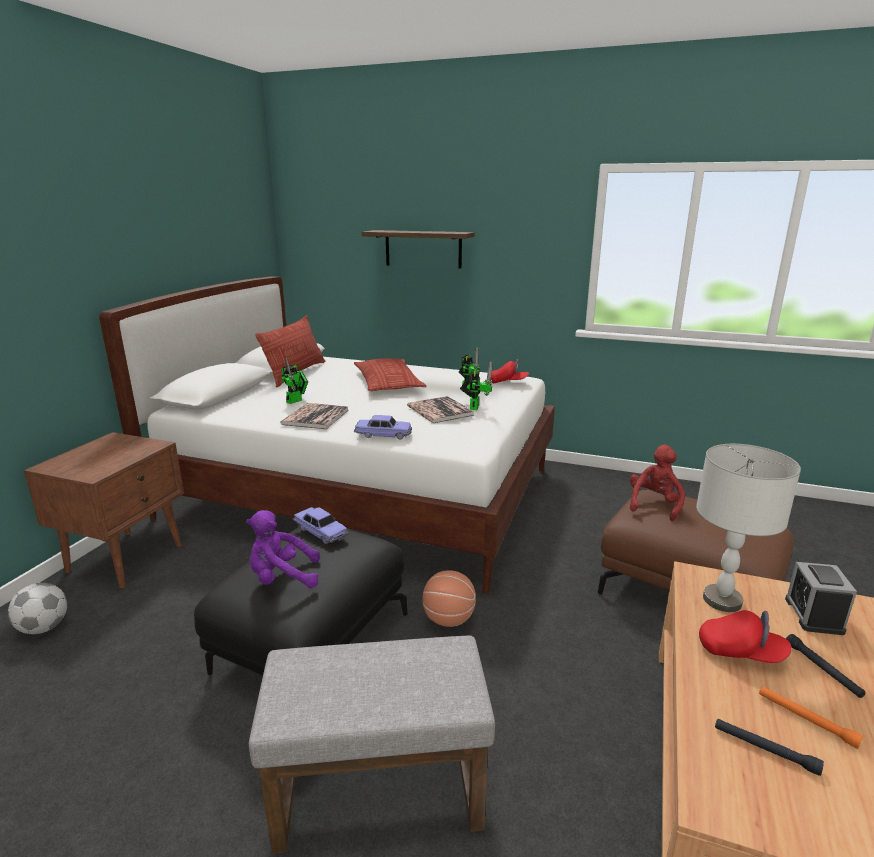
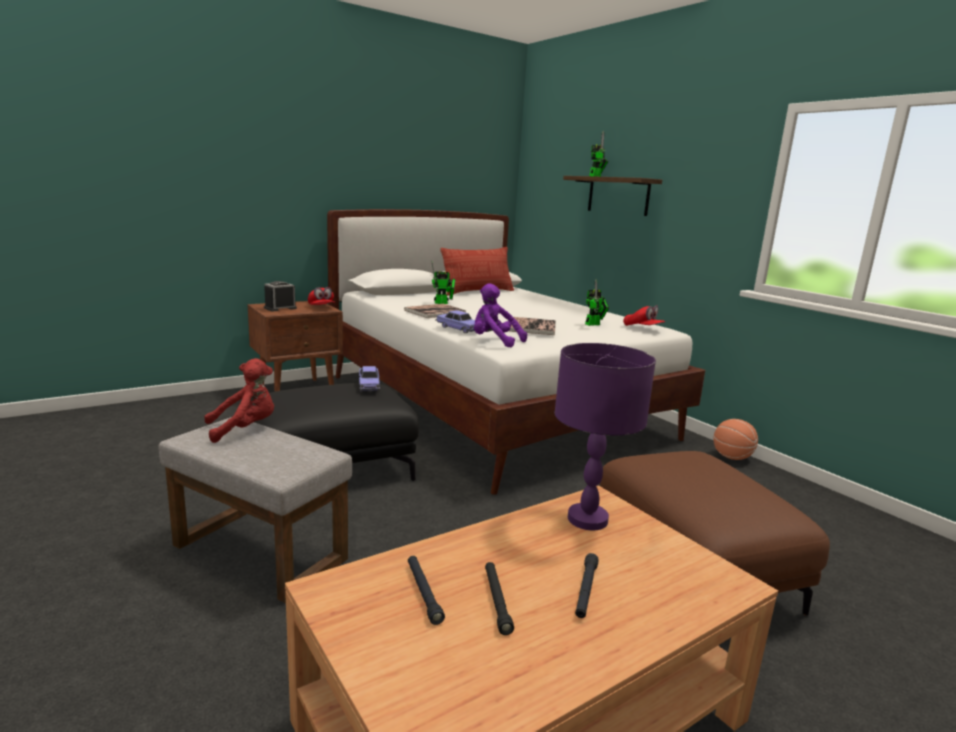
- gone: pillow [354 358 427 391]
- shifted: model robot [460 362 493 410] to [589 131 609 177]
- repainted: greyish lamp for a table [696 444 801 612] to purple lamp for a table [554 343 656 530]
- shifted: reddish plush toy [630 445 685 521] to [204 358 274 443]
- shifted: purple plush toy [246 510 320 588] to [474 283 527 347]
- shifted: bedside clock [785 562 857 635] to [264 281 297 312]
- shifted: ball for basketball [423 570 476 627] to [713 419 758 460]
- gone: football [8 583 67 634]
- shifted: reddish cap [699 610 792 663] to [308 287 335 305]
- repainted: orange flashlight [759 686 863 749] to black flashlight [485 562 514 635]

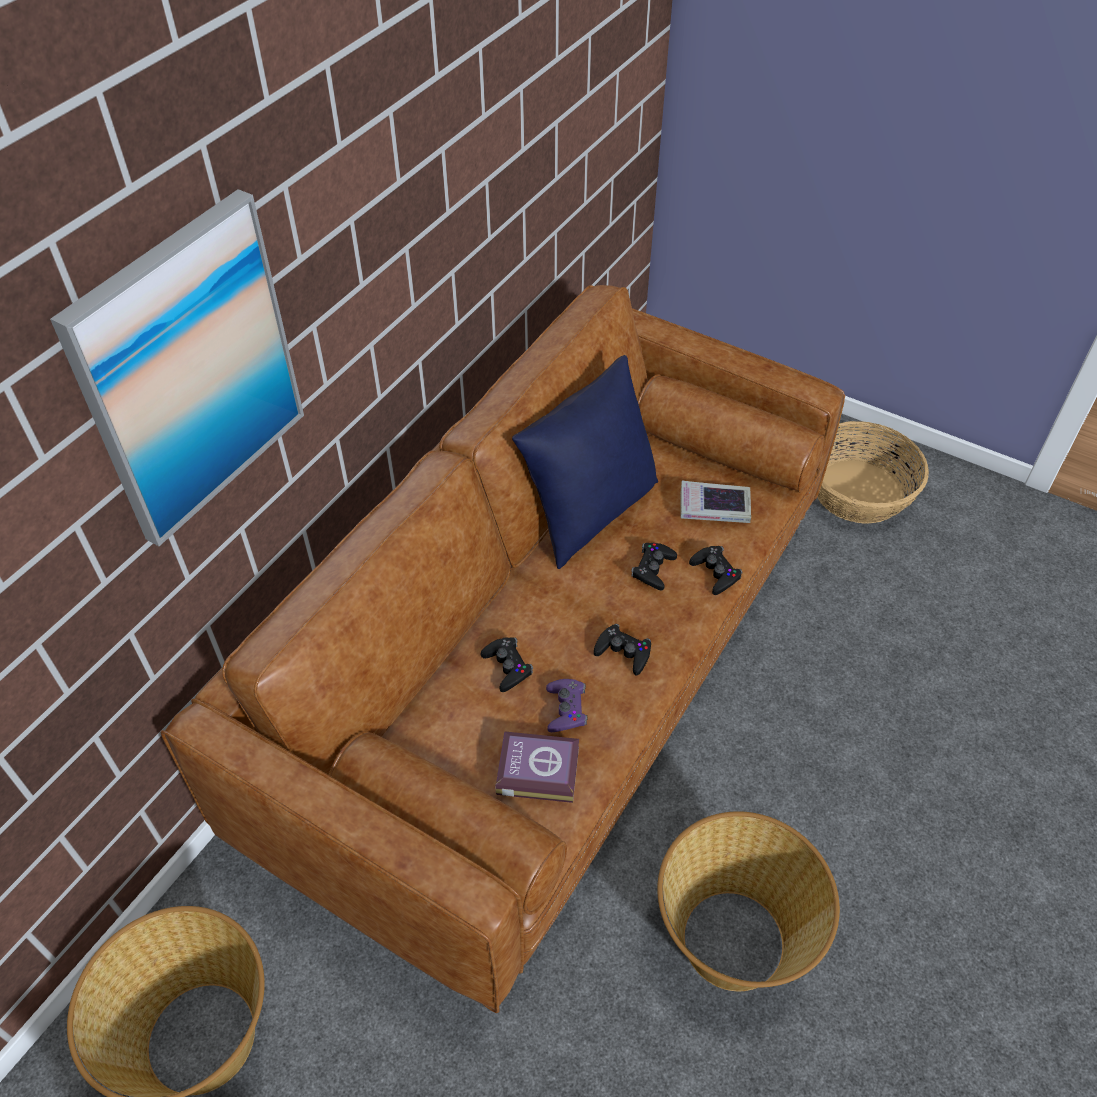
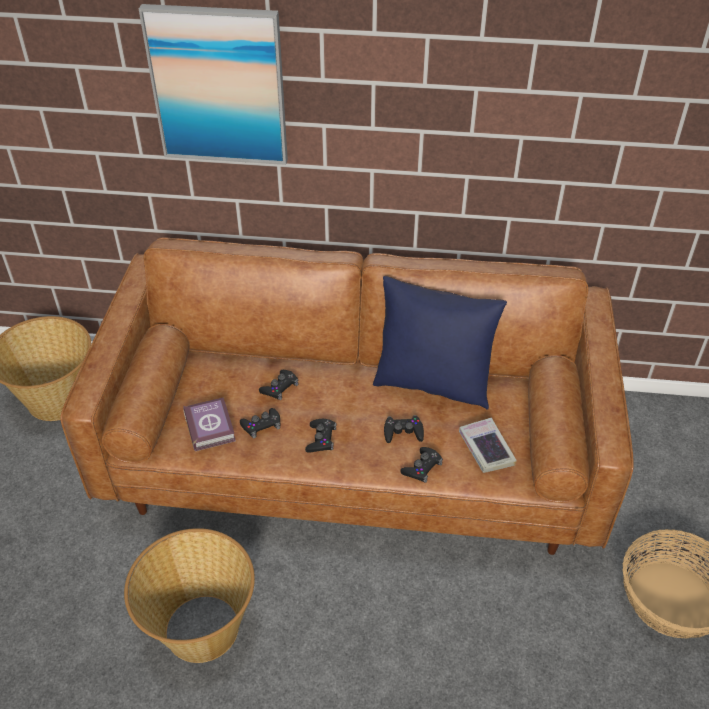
- repainted: purple joypad [546 679 587 732] to black joypad [240 408 280 438]

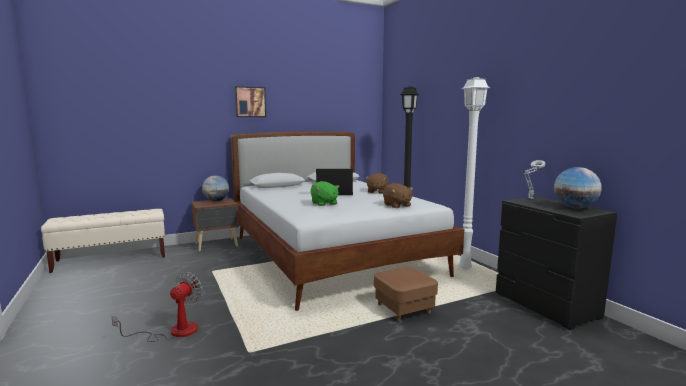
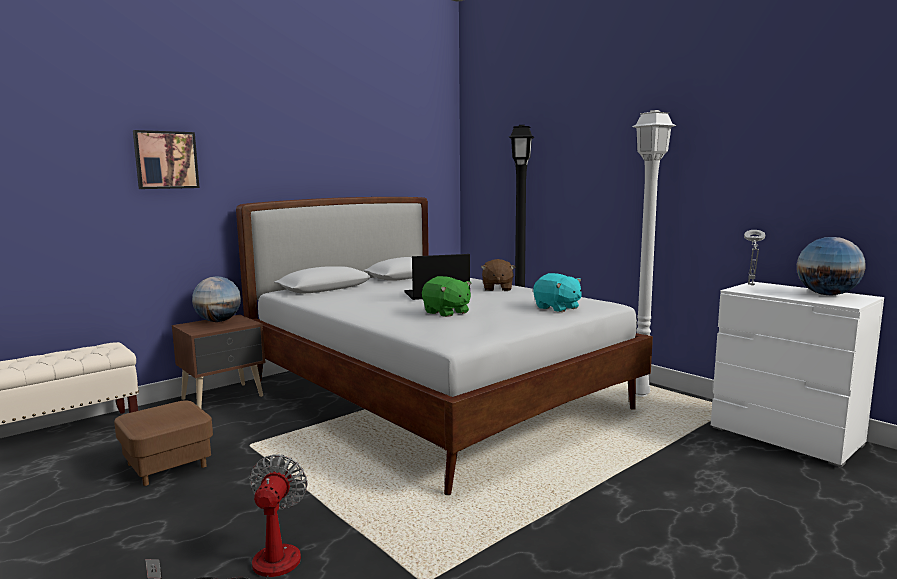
- shifted: picture [235 86 266 117] to [133 130 200 189]
- repainted: brownish plush toy [383 183 414 208] to turquoise-coloured plush toy [533 273 582 312]
- repainted: black chest of drawers [496 196 617 330] to white chest of drawers [711 282 884 467]
- shifted: brownish footrest [374 267 438 322] to [114 400 213 486]

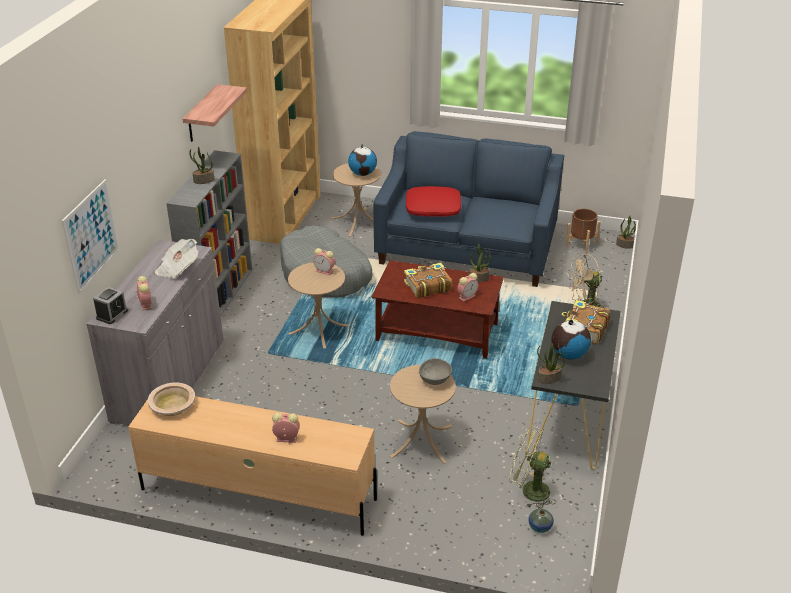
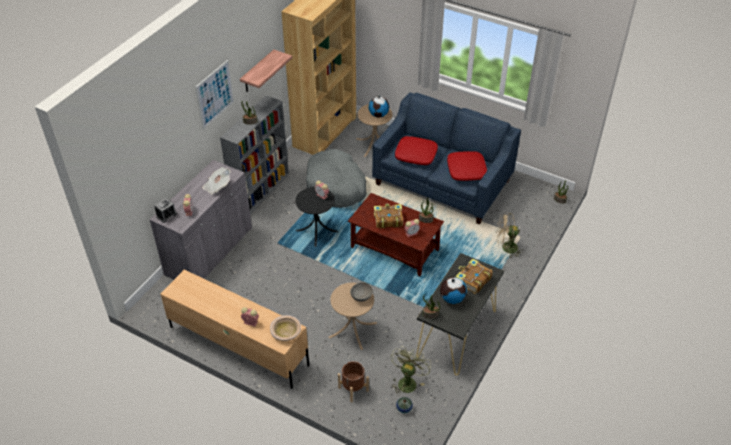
- shifted: picture [62 179 120 294] to [195 60 234 129]
- shifted: brownish plant pot [565 209 601 254] to [338 361 369 402]
- repainted: beige accent table [288 262 350 348] to black accent table [296 187 338 247]
- shifted: beige deep dish [148 383 195 416] to [270 315 301 341]
- rotated: greenish electric fan [509 426 556 509] = [391 347 431 396] 75 degrees clockwise
- new: reddish pillow [447 151 487 181]

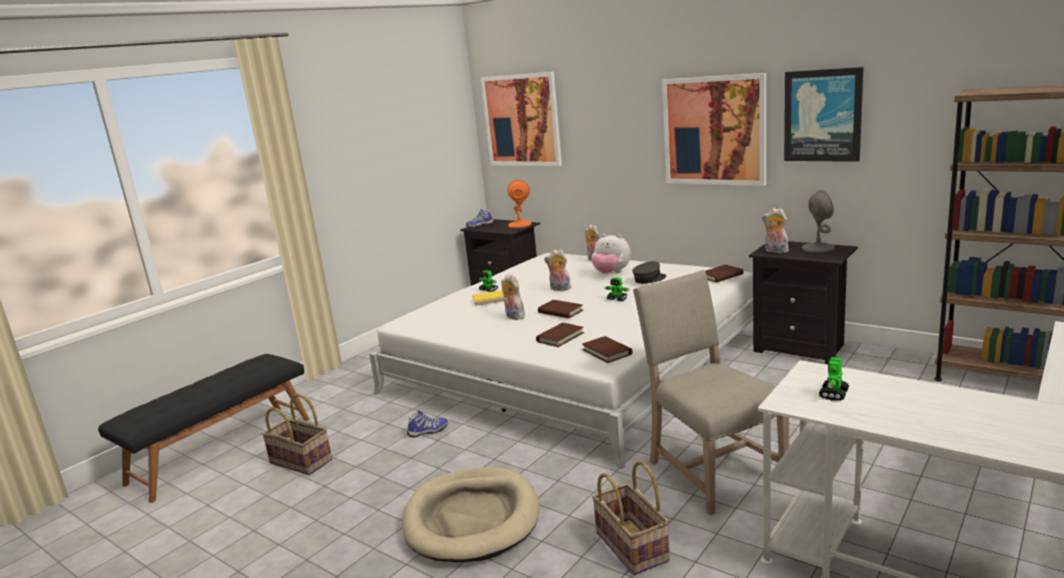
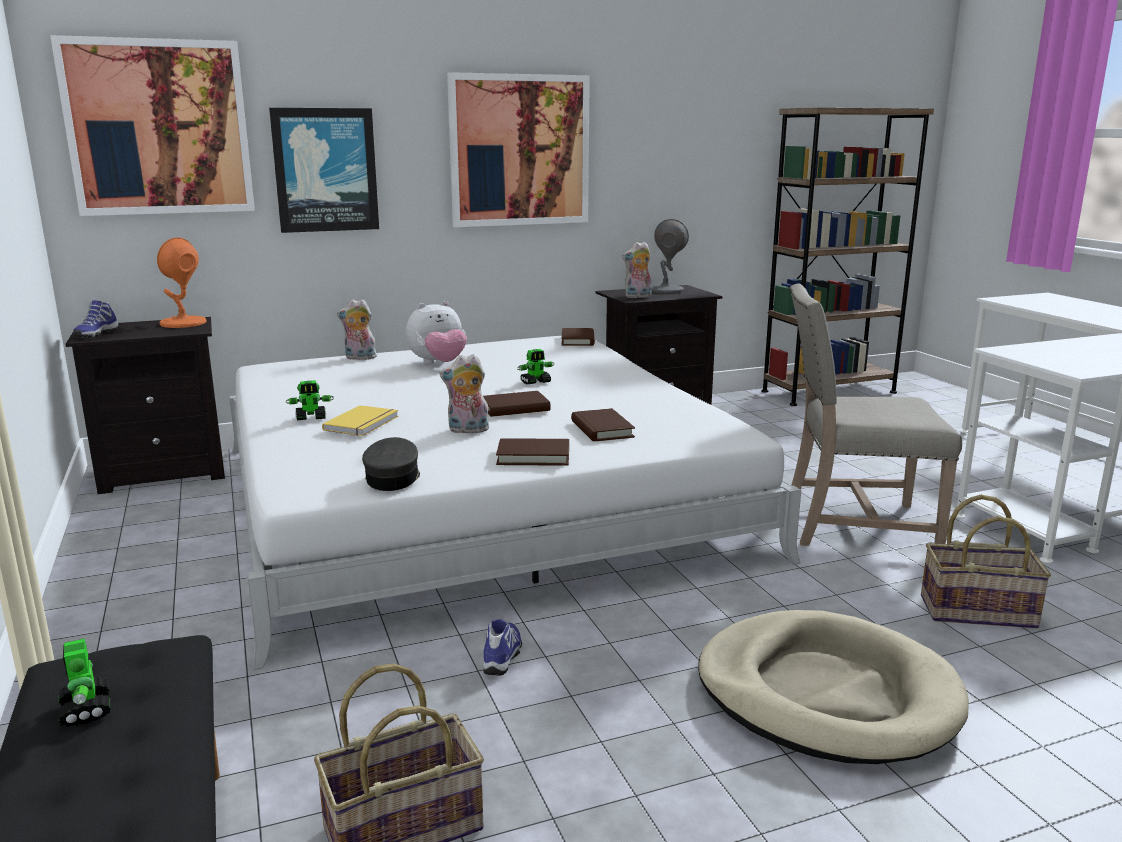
- shifted: picture [784 67 863 162] to [269 108 379 233]
- gone: plush toy [544 249 571 291]
- shifted: greyish cap [632 261 666 284] to [362 437 420 491]
- shifted: brownish volume [582 336 632 363] to [496 438 569 466]
- shifted: model robot [819 357 849 401] to [58 638 111 727]

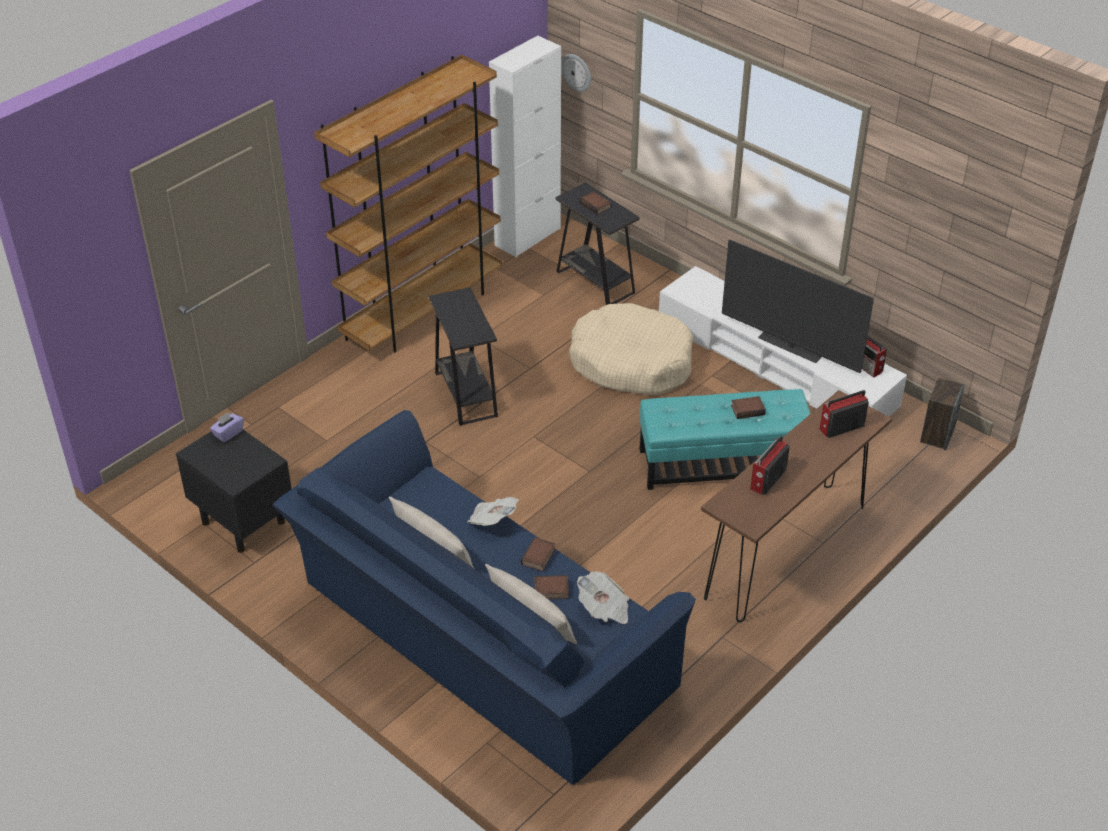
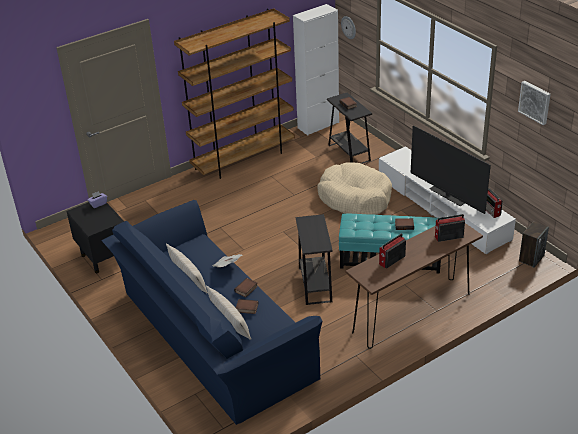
- shifted: black accent table [429 287 498 426] to [296 214 333 305]
- gone: printed paper [577 571 629 624]
- new: picture [518 81 551 125]

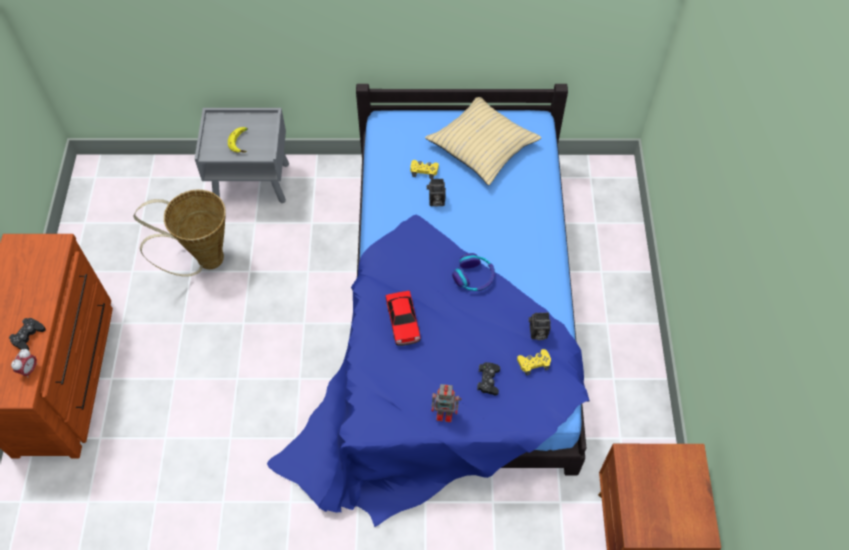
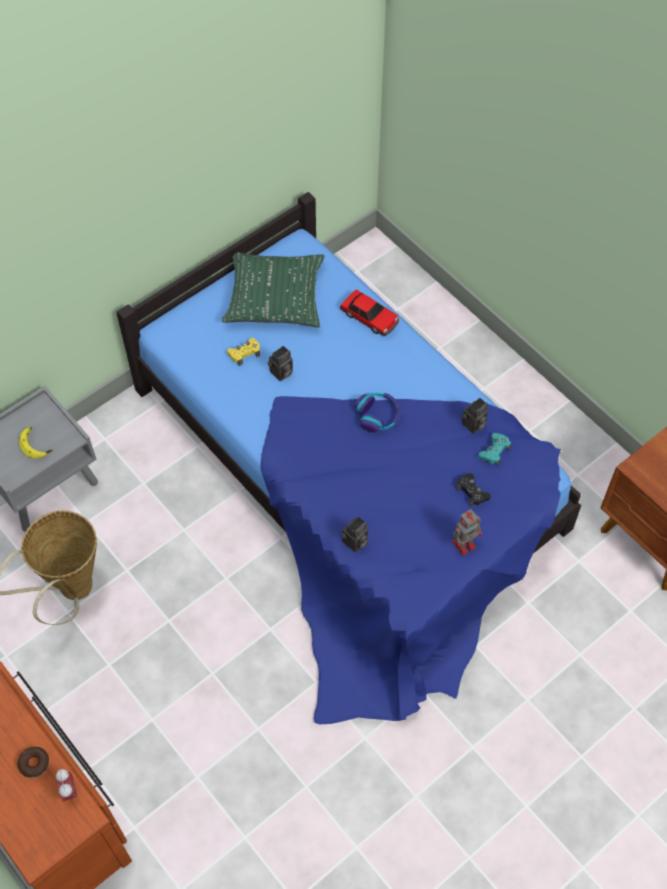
- repainted: beige pillow [425 97 542 185] to greenish pillow [222 252 325 327]
- shifted: toy car [386 291 420 346] to [340 289 399 336]
- swapped: black joypad [9 318 46 350] to donut [17 747 49 778]
- repainted: yellowish joypad [517 349 551 376] to turquoise-coloured joypad [478 433 511 466]
- new: still camera [341 517 368 552]

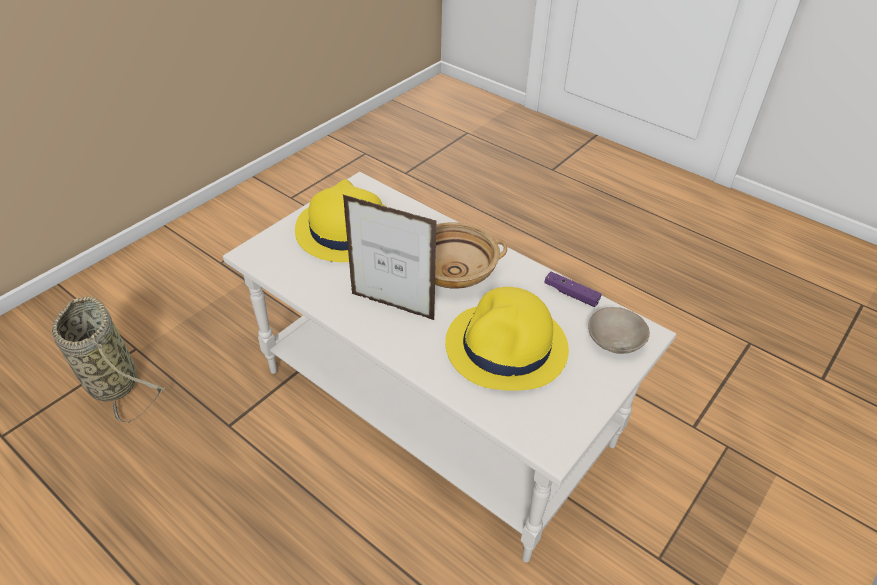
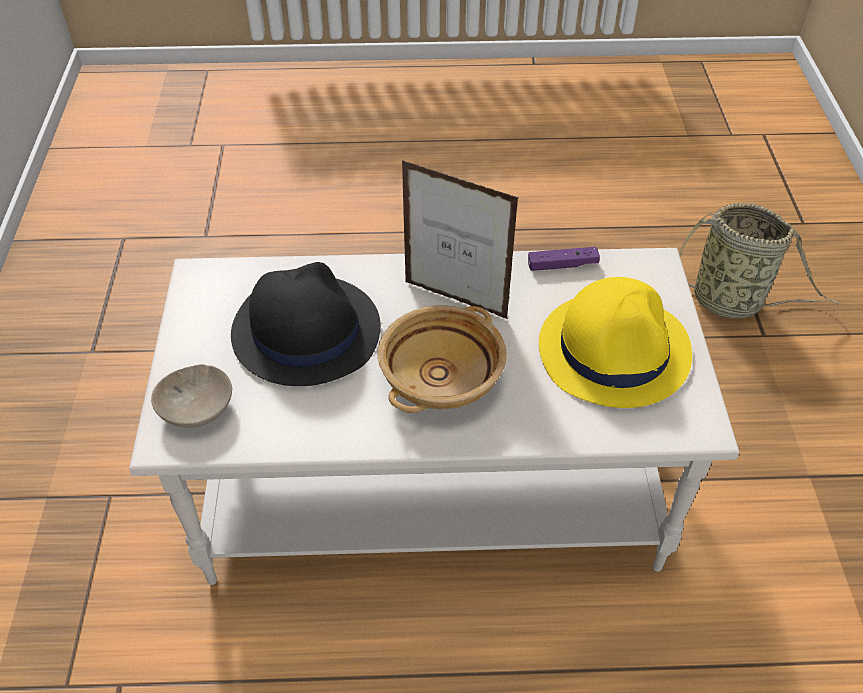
- rotated: picture frame [342 194 436 320] = [402 160 519 319] 45 degrees clockwise
- shifted: purple joypad [544 272 602 307] to [528 247 600 271]
- repainted: yellowish hat [445 287 569 391] to black hat [231 262 381 386]

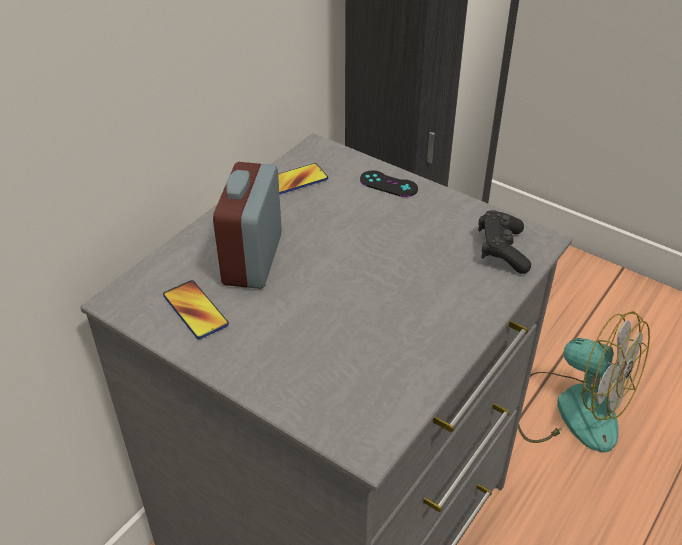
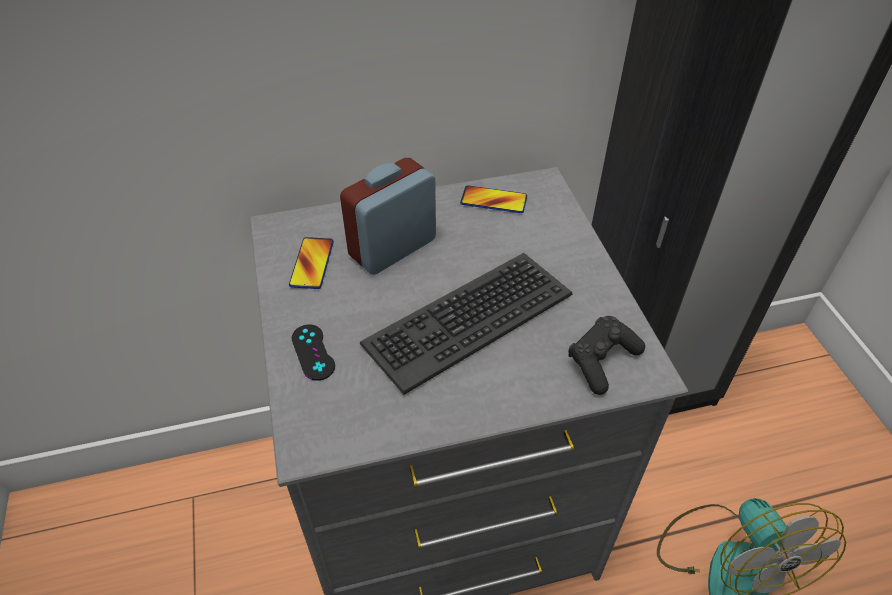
- shifted: black joypad [360 170 418 197] to [292 325 335 381]
- new: keyboard [360 253 572 395]

